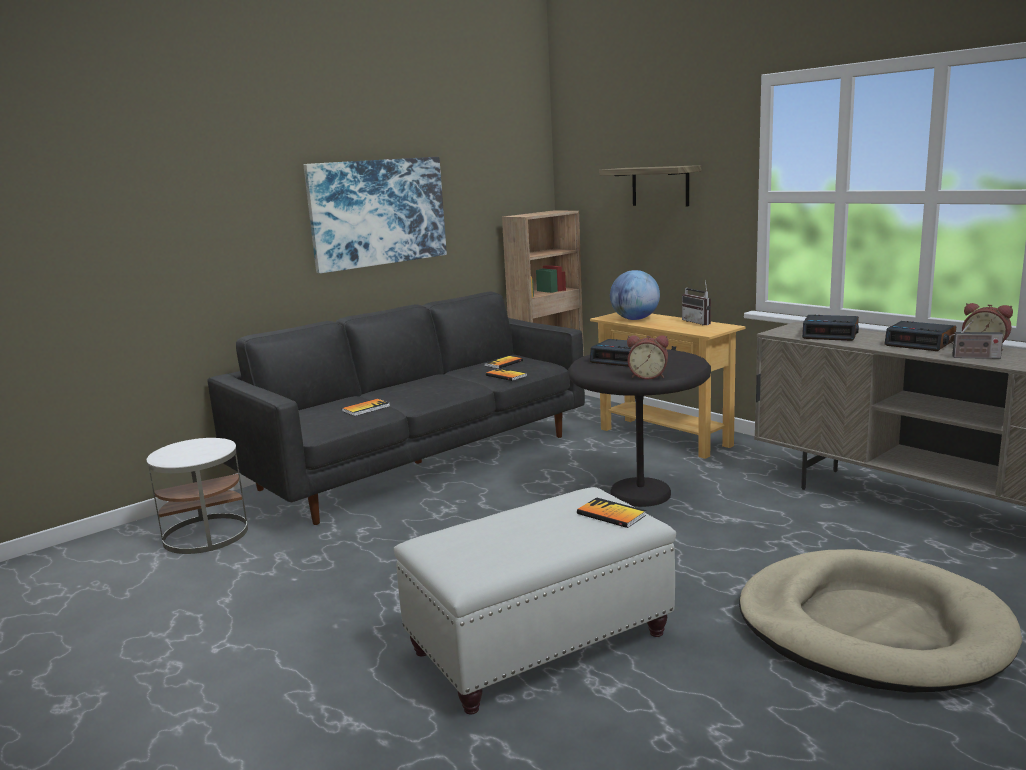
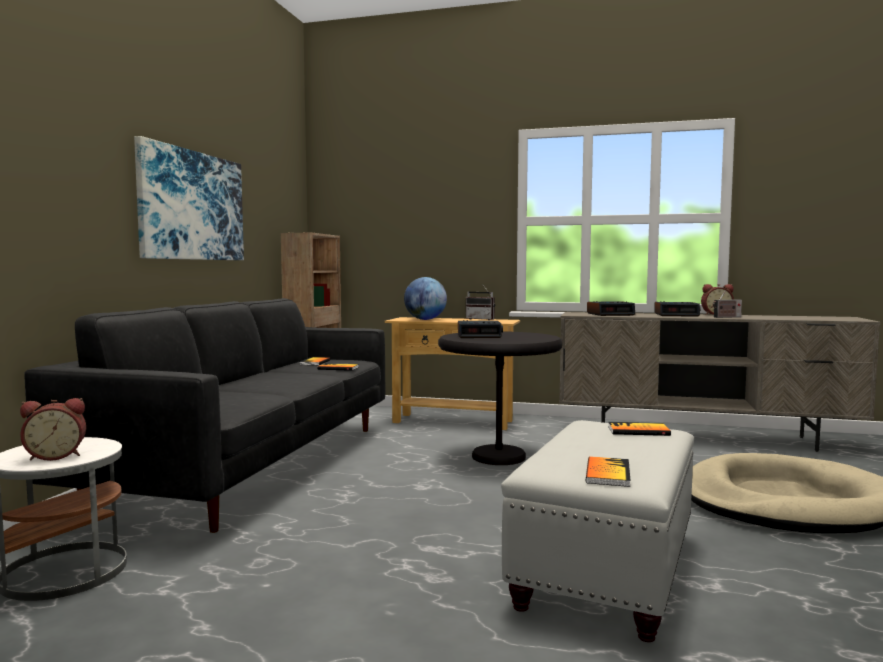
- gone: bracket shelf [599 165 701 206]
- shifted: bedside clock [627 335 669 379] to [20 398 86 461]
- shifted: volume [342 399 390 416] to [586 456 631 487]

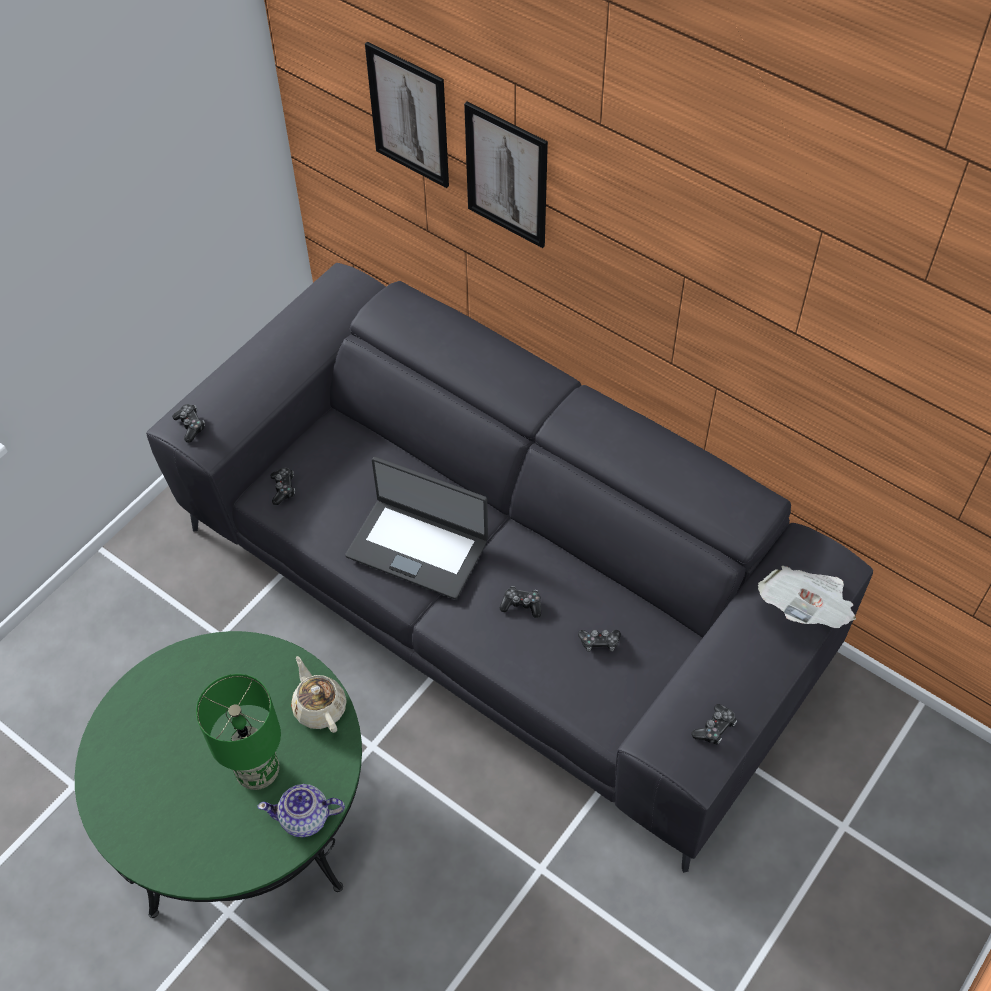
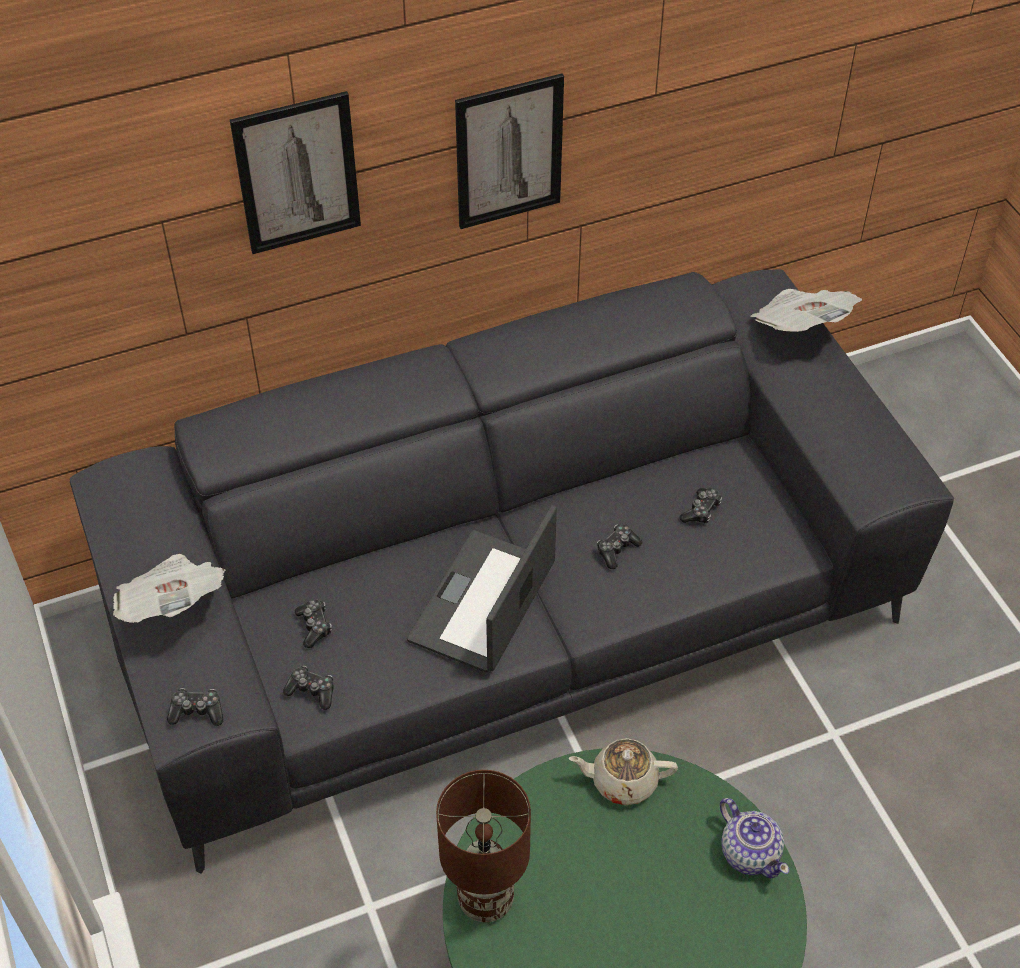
- shifted: picture [365 42 449 188] to [455 73 564 229]
- rotated: laptop [345 457 488 599] = [407 505 557 673] 150 degrees clockwise
- gone: greenish lamp for a table [196 674 281 790]
- shifted: joypad [691 704 737 744] to [295 599 332 648]
- rotated: tea pot [258 784 345 837] = [720 798 789 878] 60 degrees counterclockwise
- new: printed paper [113 554 225 623]
- new: brownish lamp for a table [436 770 531 922]

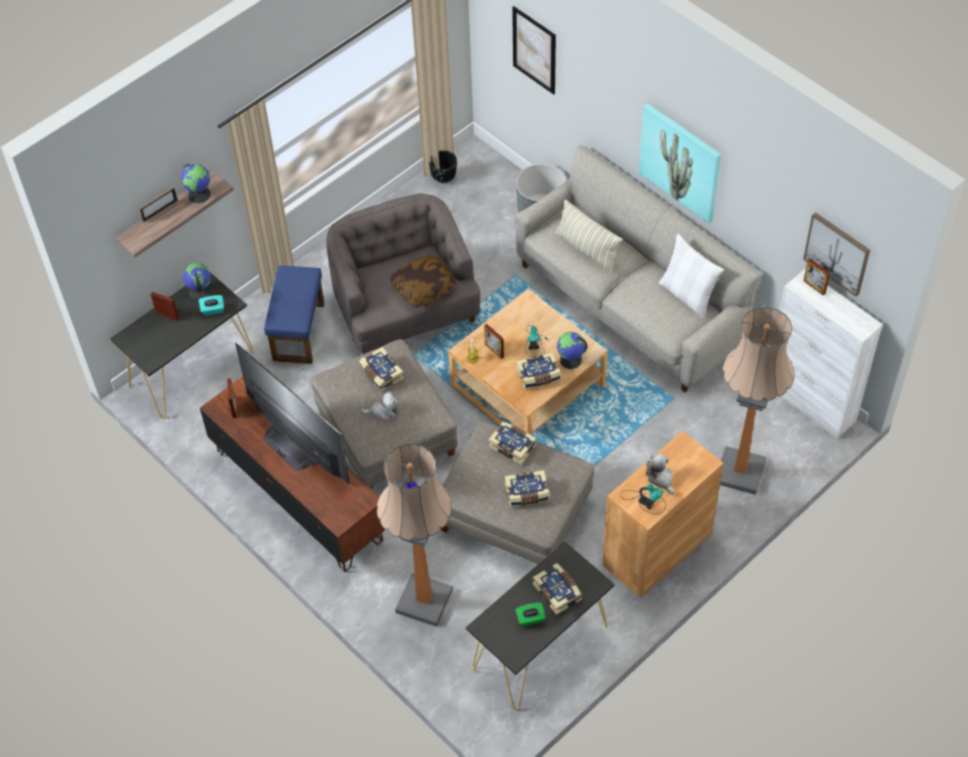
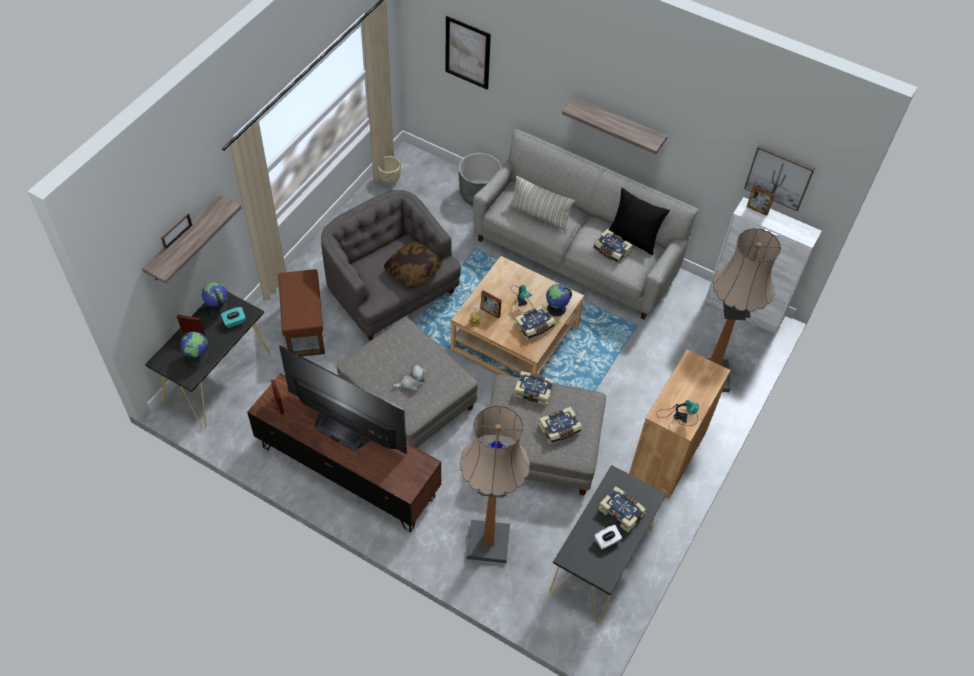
- swapped: picture [639 103 721 223] to bracket shelf [562 96 668 154]
- repainted: black plant pot [429 150 457 183] to beige plant pot [378 156 401 184]
- shifted: world globe [181 163 211 203] to [181 331 209 365]
- repainted: white pillow [659 234 724 319] to black pillow [609 188 670 255]
- repainted: blue-coloured footrest [264 265 324 364] to brownish footrest [278 269 325 357]
- shifted: volume [360 347 404 392] to [593 229 633 264]
- gone: plush toy [646 454 675 495]
- repainted: greenish tissue holder [516 603 546 627] to white tissue holder [594 525 622 550]

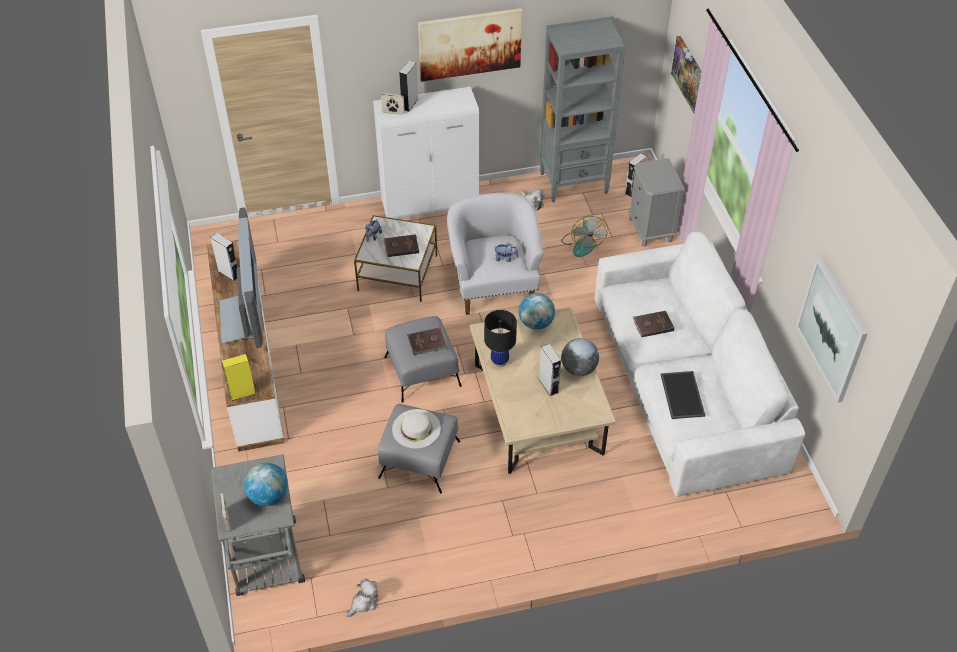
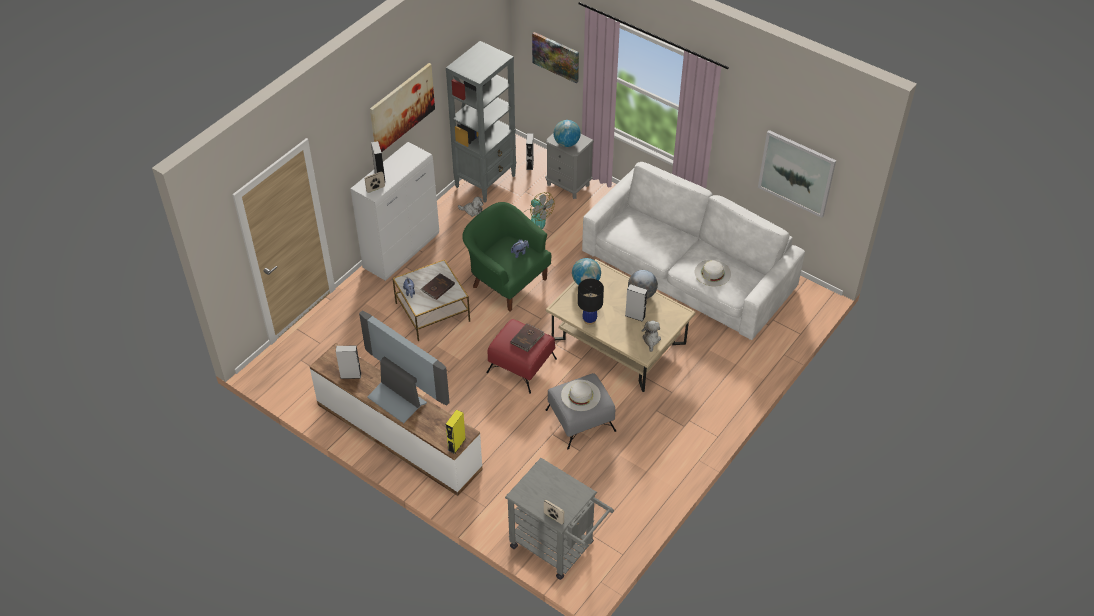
- repainted: white lounge chair [447 193 544 315] to greenish lounge chair [462 202 551 311]
- gone: brownish volume [633 311 674 337]
- repainted: greyish footrest [384 316 462 403] to reddish footrest [486 319 557 394]
- swapped: carrying tray [661 371 705 419] to white hat [695 260 731 286]
- shifted: world globe [244 463 288 506] to [554 120 581 147]
- shifted: plush toy [345 579 378 617] to [642 321 661 352]

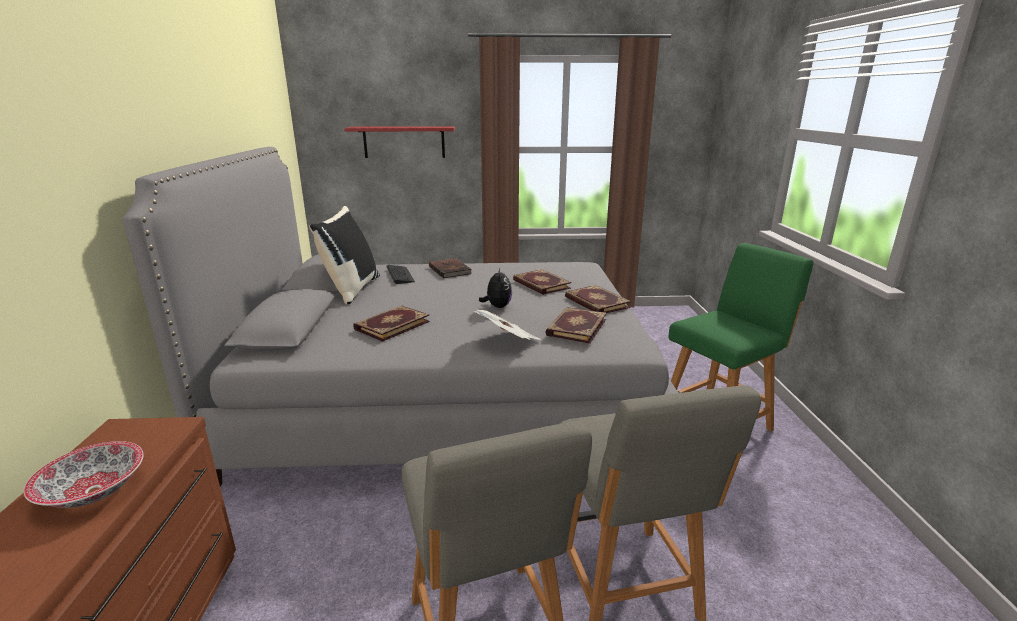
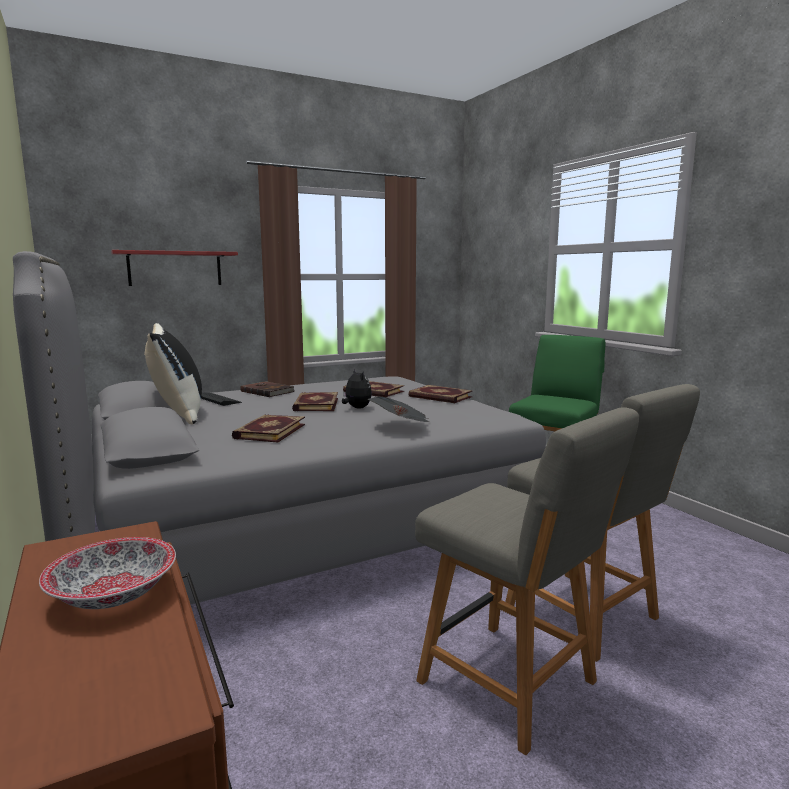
- shifted: volume [545 307 607 344] to [292 392 338 411]

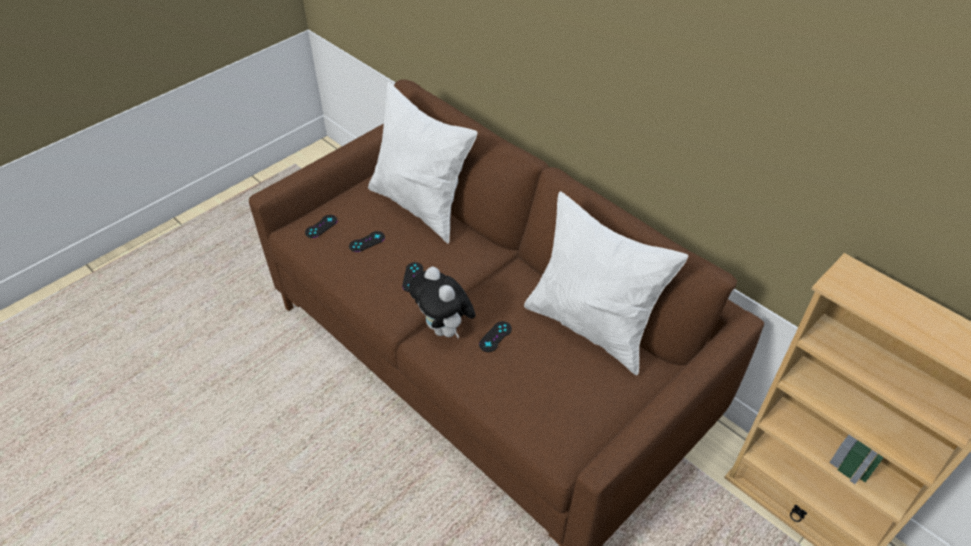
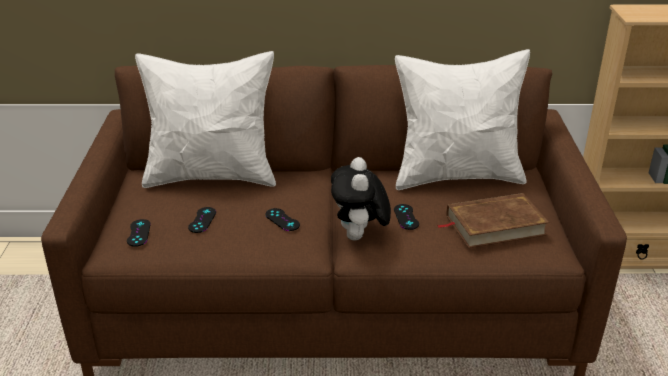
- rotated: plush toy [409 266 475 338] = [331 157 391 241] 75 degrees clockwise
- new: brownish volume [437 193 549 248]

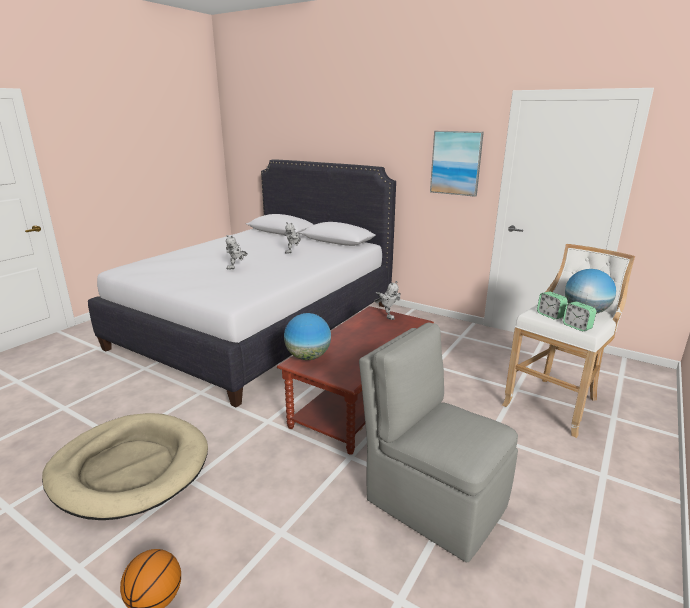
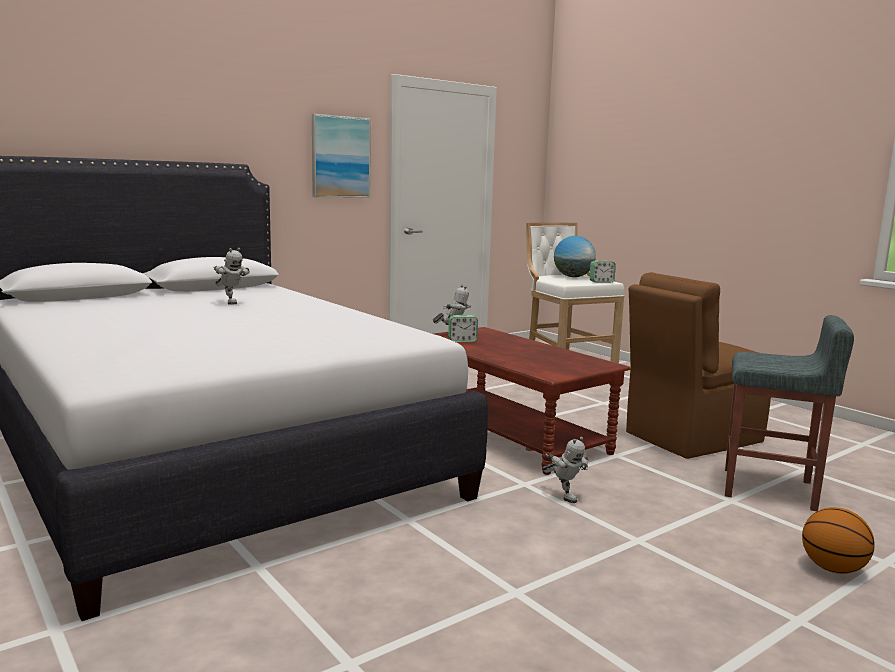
- shifted: model robot [226 235 248 270] to [542 437 588 503]
- shifted: bedside clock [537 291 568 320] to [448 315 478 342]
- gone: world globe [284 313 331 360]
- repainted: greyish chair [359 323 518 562] to brownish chair [626 272 771 459]
- gone: beige dog cushion [42 413 208 520]
- new: greyish sitting stool [725 315 854 511]

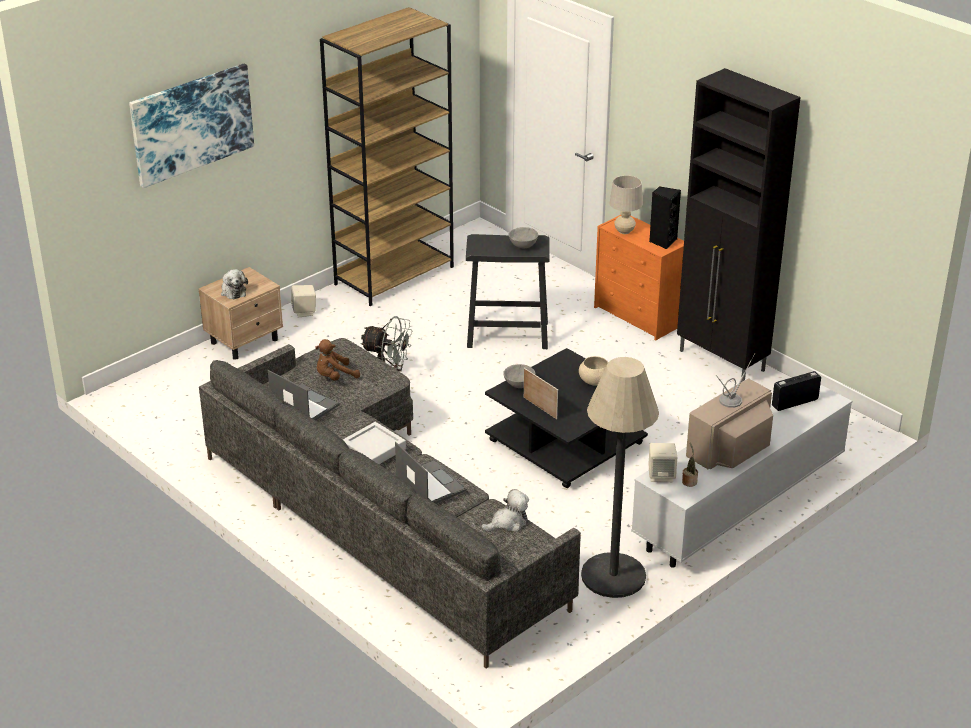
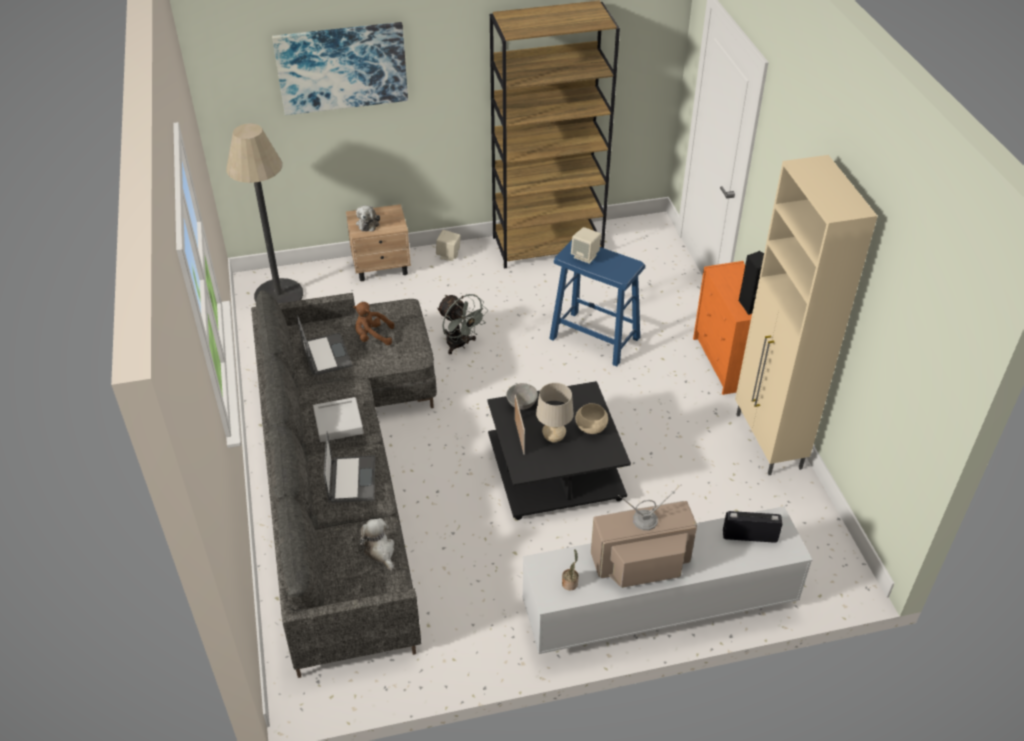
- repainted: black storage cabinet [677 68 801 382] to beige storage cabinet [735 155 878 475]
- shifted: beige lamp for a table [610 175 643 234] to [536 383 574 443]
- gone: greyish deep dish [508 227 538 248]
- repainted: black sitting stool [466 234 550 349] to blue-coloured sitting stool [549 240 645 367]
- shifted: floor lamp [581 357 659 598] to [227 123 303 303]
- shifted: beige audio speaker [649 443 677 482] to [571 227 601 264]
- rotated: plush toy [481 489 529 532] = [360 518 394 570] 120 degrees counterclockwise

